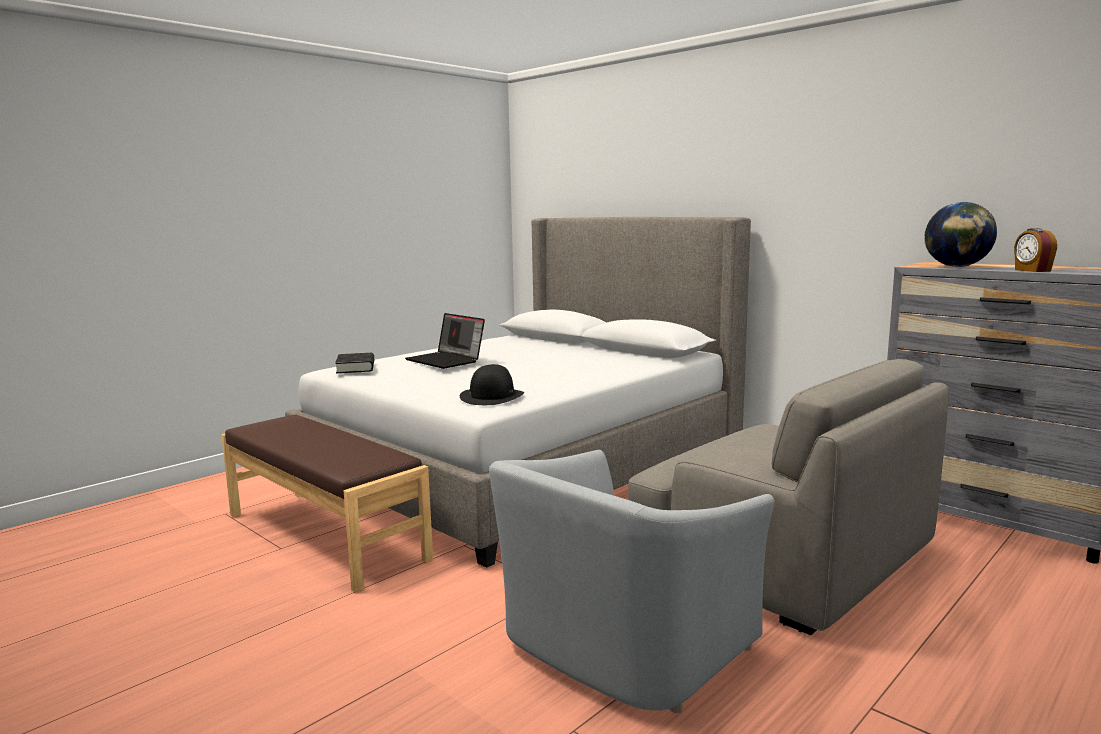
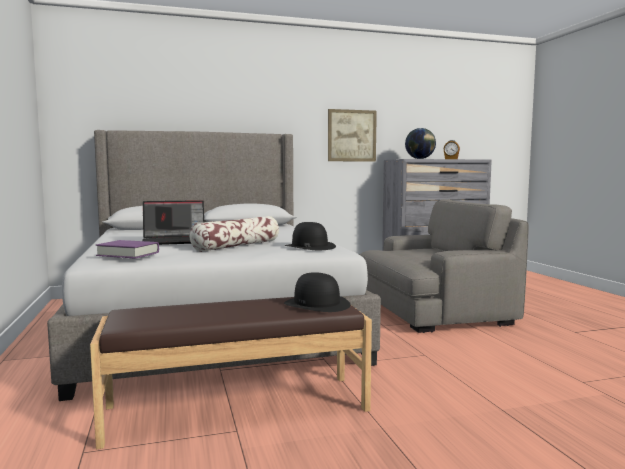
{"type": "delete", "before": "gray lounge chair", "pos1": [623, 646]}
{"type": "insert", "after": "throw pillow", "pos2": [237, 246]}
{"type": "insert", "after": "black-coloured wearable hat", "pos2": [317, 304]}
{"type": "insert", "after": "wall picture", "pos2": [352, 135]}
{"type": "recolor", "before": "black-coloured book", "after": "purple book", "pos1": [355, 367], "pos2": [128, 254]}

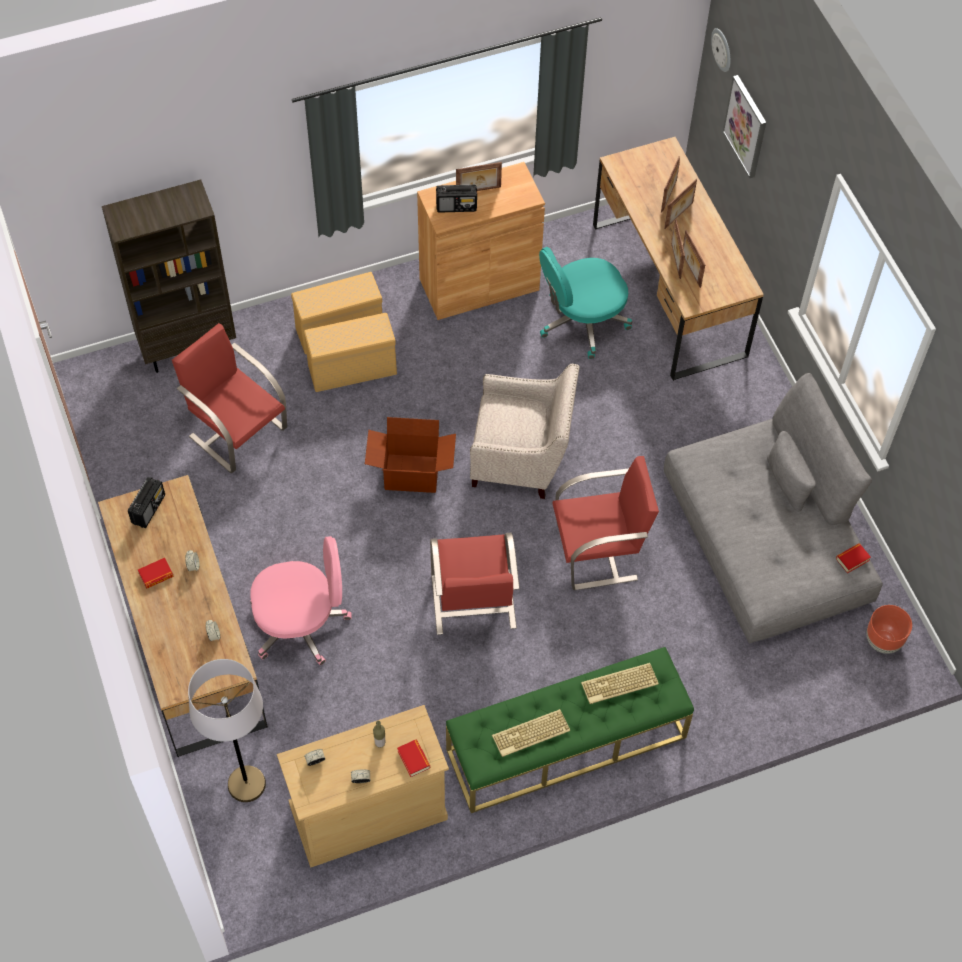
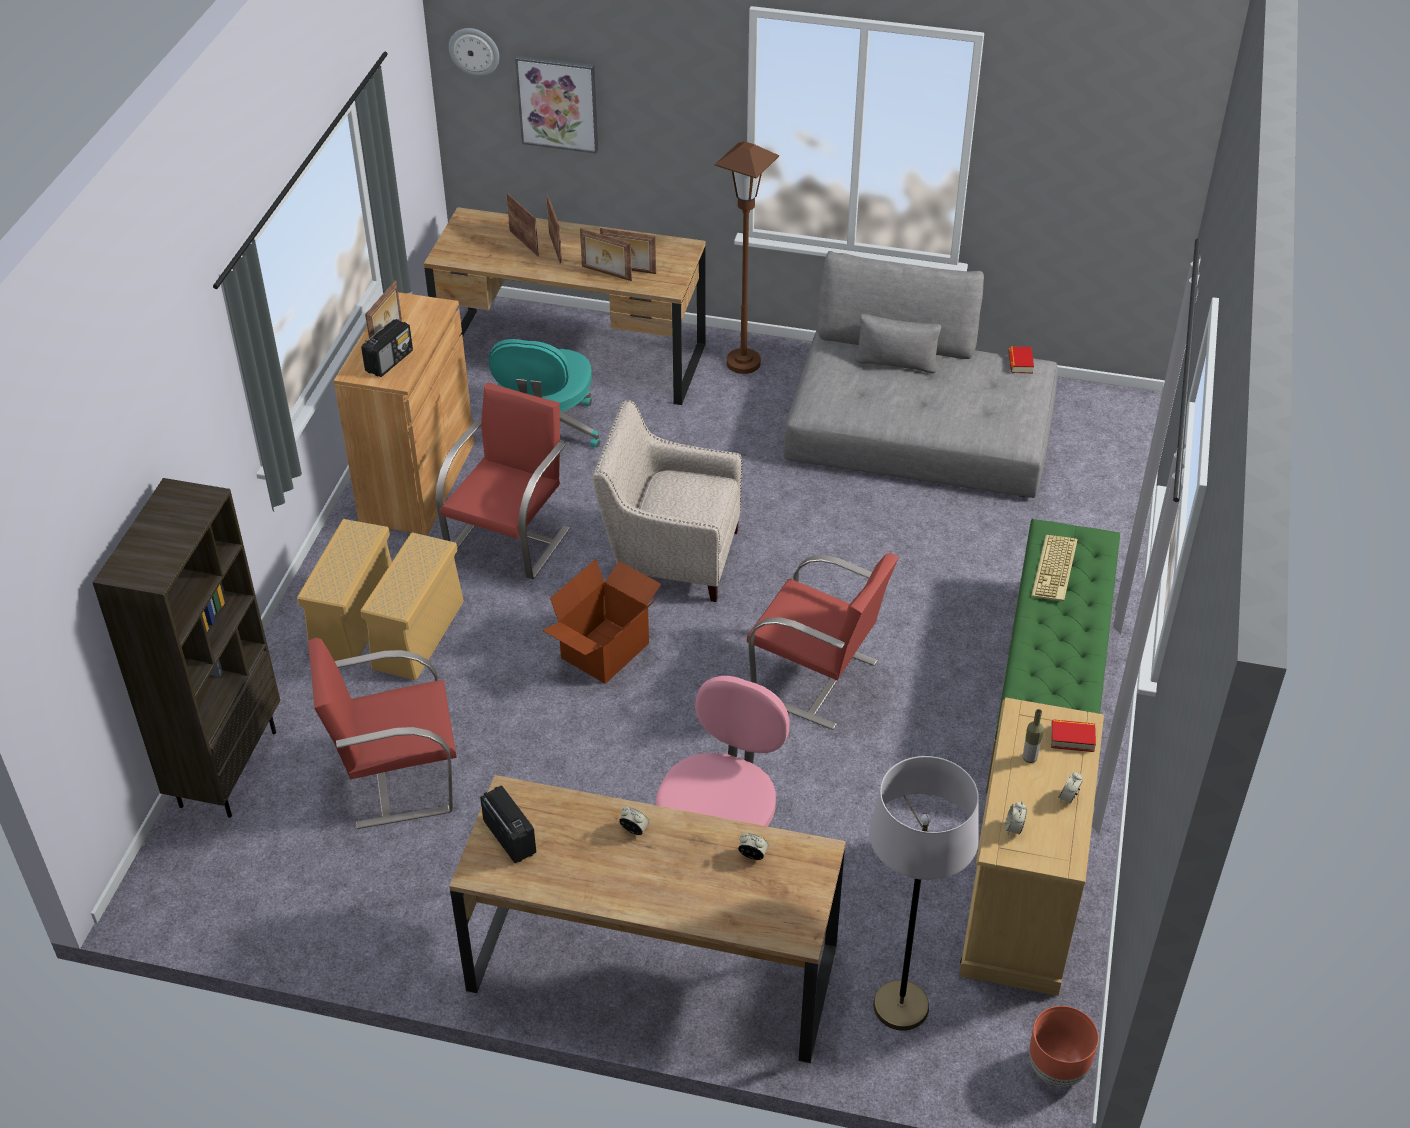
{"type": "delete", "before": "book", "pos1": [156, 575]}
{"type": "delete", "before": "computer keyboard", "pos1": [531, 734]}
{"type": "insert", "after": "brown-coloured standing lamp", "pos2": [743, 363]}
{"type": "move", "before": "reddish chair", "pos1": [599, 552], "pos2": [510, 540]}
{"type": "move", "before": "brown-coloured plant pot", "pos1": [883, 641], "pos2": [1057, 1068]}
{"type": "rotate", "before": "beige lounge chair", "pos1": [522, 459], "pos2": [670, 556], "turn": -120}

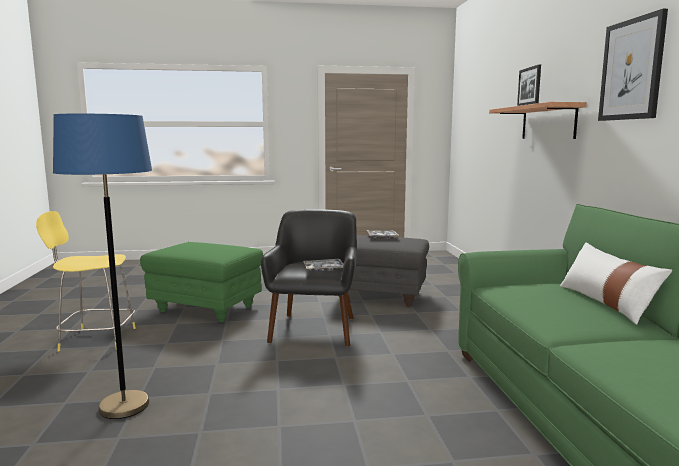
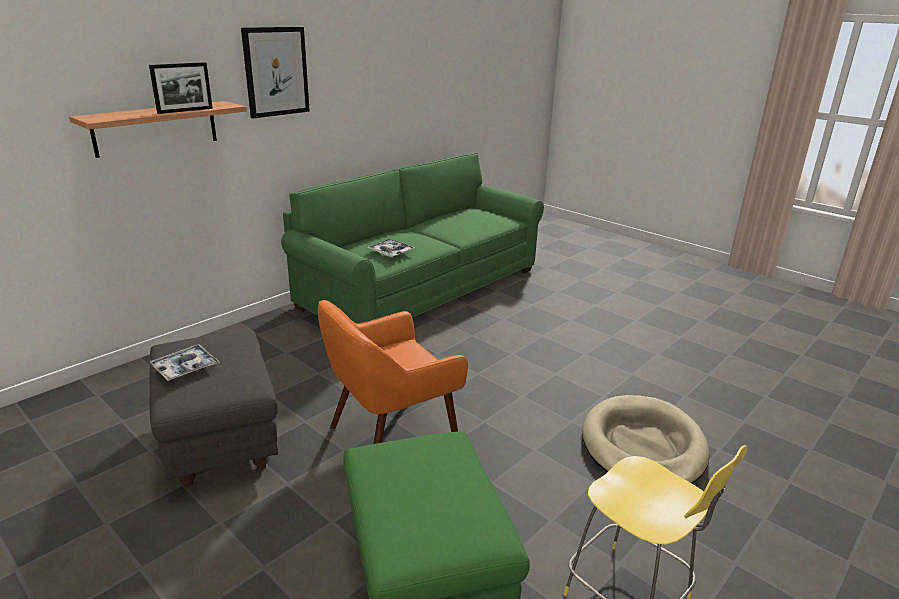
{"type": "delete", "before": "whitish throw pillow", "pos1": [606, 303]}
{"type": "move", "before": "tray", "pos1": [324, 269], "pos2": [390, 252]}
{"type": "replace", "before": "bluish standing lamp", "after": "beige pet bed", "pos1": [124, 406], "pos2": [643, 447]}
{"type": "recolor", "before": "black-coloured lounge chair", "after": "orange lounge chair", "pos1": [314, 329], "pos2": [391, 436]}

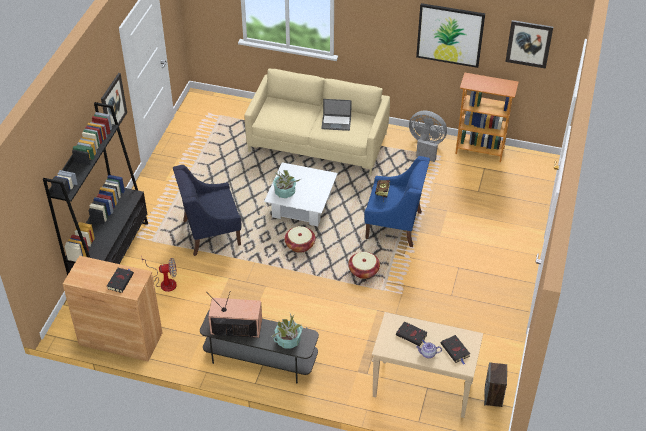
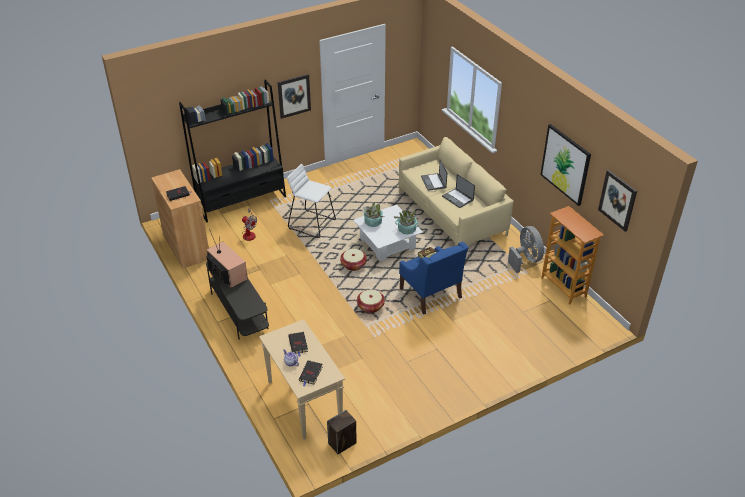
{"type": "insert", "after": "laptop", "pos2": [433, 182]}
{"type": "move", "before": "plant in a pot", "pos1": [288, 340], "pos2": [406, 229]}
{"type": "replace", "before": "bluish lounge chair", "after": "whitish stool", "pos1": [210, 232], "pos2": [312, 223]}

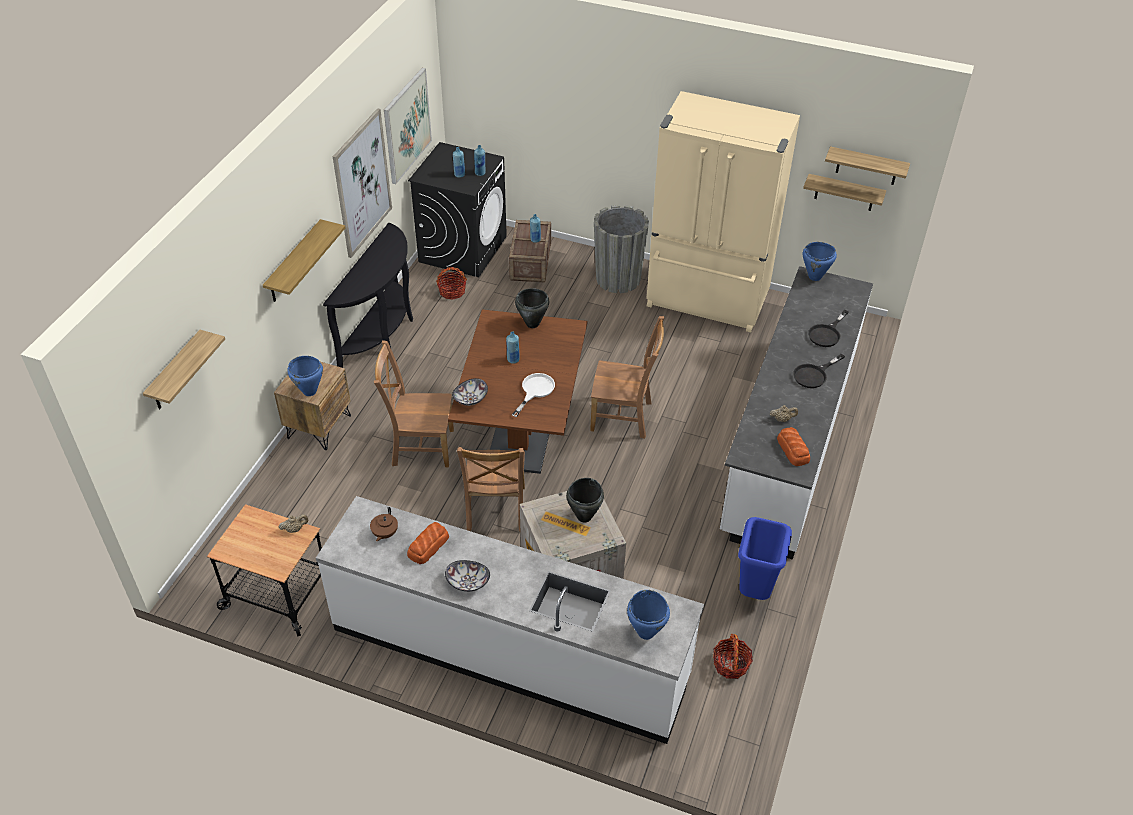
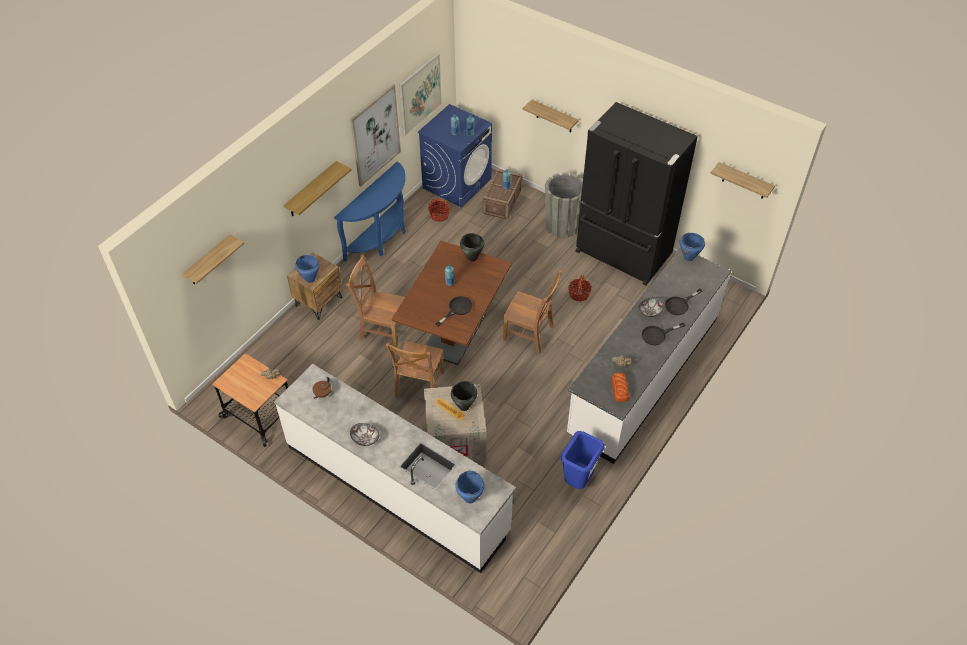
{"type": "delete", "before": "baked bread", "pos1": [427, 546]}
{"type": "move", "before": "bowl", "pos1": [470, 399], "pos2": [650, 312]}
{"type": "move", "before": "household basket", "pos1": [731, 664], "pos2": [579, 294]}
{"type": "move", "before": "bracket shelf", "pos1": [844, 193], "pos2": [554, 117]}
{"type": "recolor", "before": "black-coloured console table", "after": "bluish console table", "pos1": [383, 332], "pos2": [382, 238]}
{"type": "recolor", "before": "black-coloured laundry machine", "after": "bluish laundry machine", "pos1": [463, 249], "pos2": [457, 183]}
{"type": "recolor", "before": "whitish frying pan", "after": "black-coloured frying pan", "pos1": [535, 391], "pos2": [457, 309]}
{"type": "recolor", "before": "beige refrigerator", "after": "black-coloured refrigerator", "pos1": [707, 300], "pos2": [622, 254]}

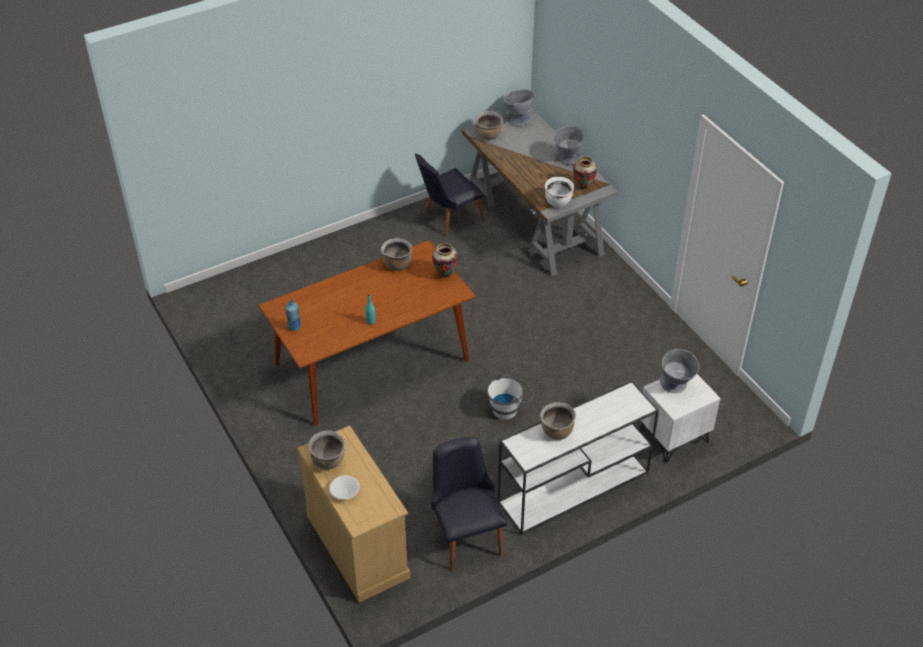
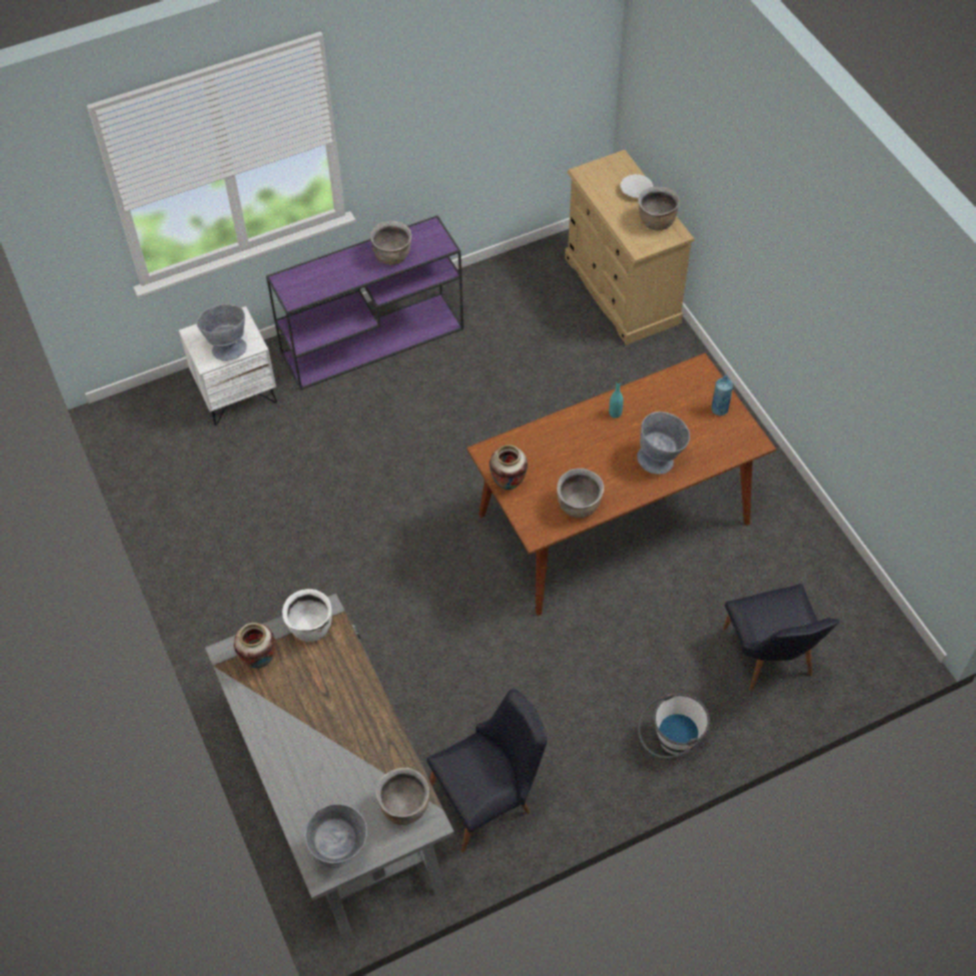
{"type": "move", "before": "black-coloured chair", "pos1": [466, 534], "pos2": [770, 660]}
{"type": "move", "before": "whitish pail", "pos1": [509, 408], "pos2": [670, 742]}
{"type": "move", "before": "gray bowl", "pos1": [567, 159], "pos2": [661, 459]}
{"type": "recolor", "before": "whitish console table", "after": "purple console table", "pos1": [572, 488], "pos2": [374, 340]}

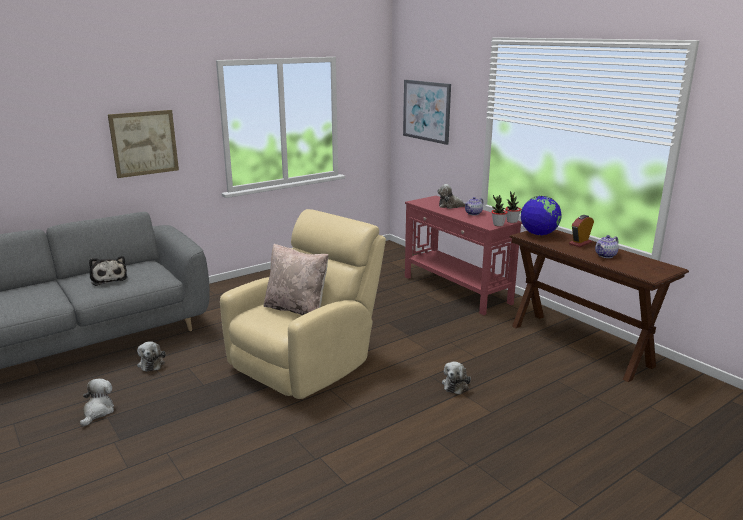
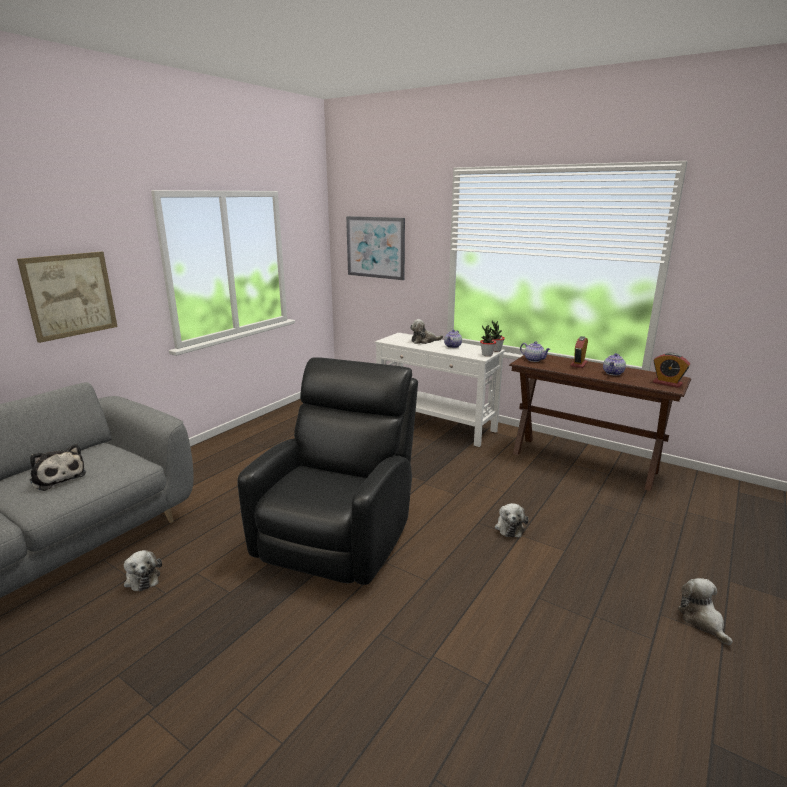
{"type": "delete", "before": "beige throw pillow", "pos1": [297, 309]}
{"type": "insert", "after": "alarm clock", "pos2": [667, 383]}
{"type": "move", "before": "soft toy", "pos1": [98, 412], "pos2": [702, 621]}
{"type": "replace", "before": "globe", "after": "tea pot", "pos1": [538, 234], "pos2": [534, 360]}
{"type": "recolor", "before": "beige lounge chair", "after": "black-coloured lounge chair", "pos1": [306, 363], "pos2": [339, 536]}
{"type": "recolor", "before": "reddish console table", "after": "whitish console table", "pos1": [456, 290], "pos2": [435, 425]}

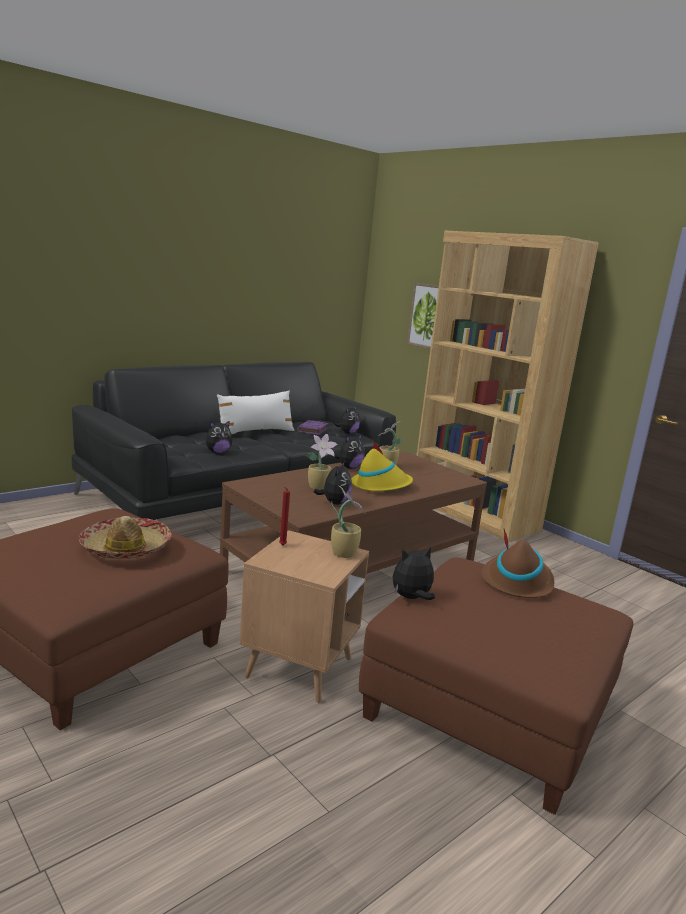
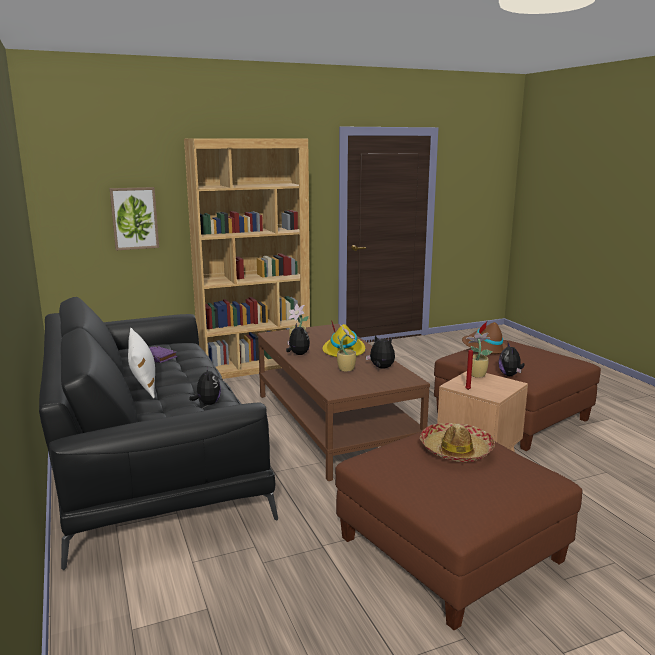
{"type": "delete", "before": "soft toy", "pos1": [347, 433]}

